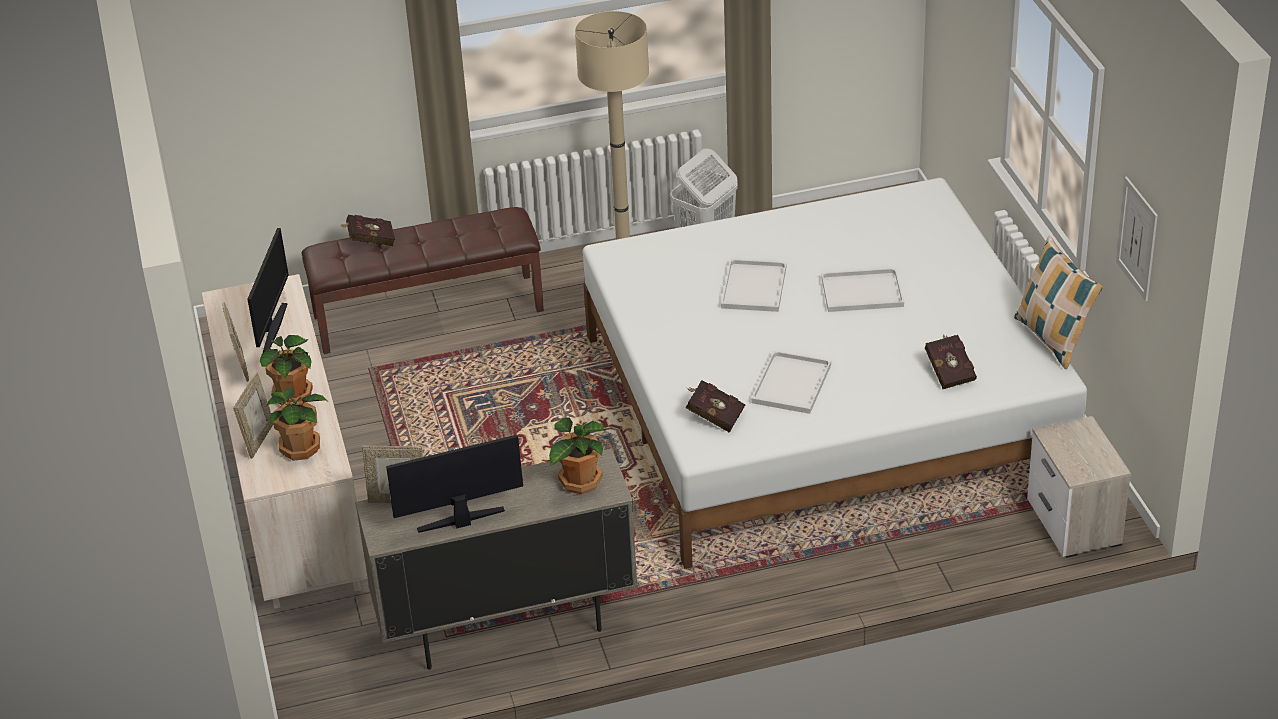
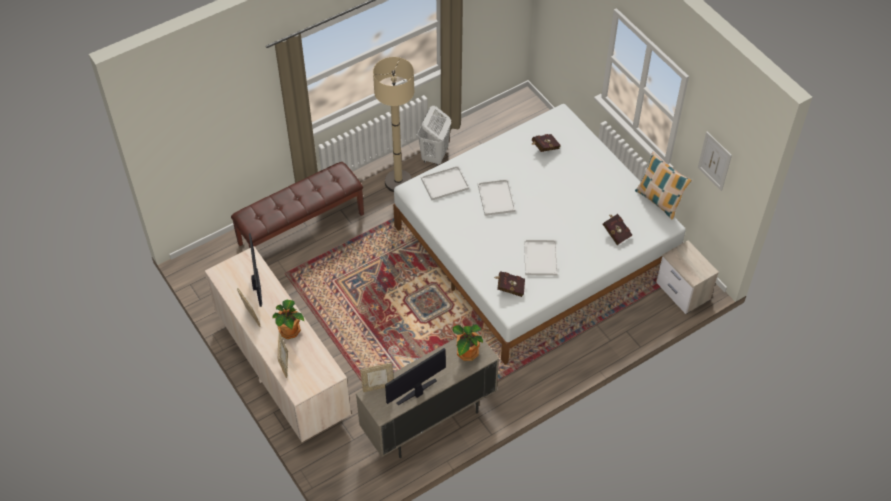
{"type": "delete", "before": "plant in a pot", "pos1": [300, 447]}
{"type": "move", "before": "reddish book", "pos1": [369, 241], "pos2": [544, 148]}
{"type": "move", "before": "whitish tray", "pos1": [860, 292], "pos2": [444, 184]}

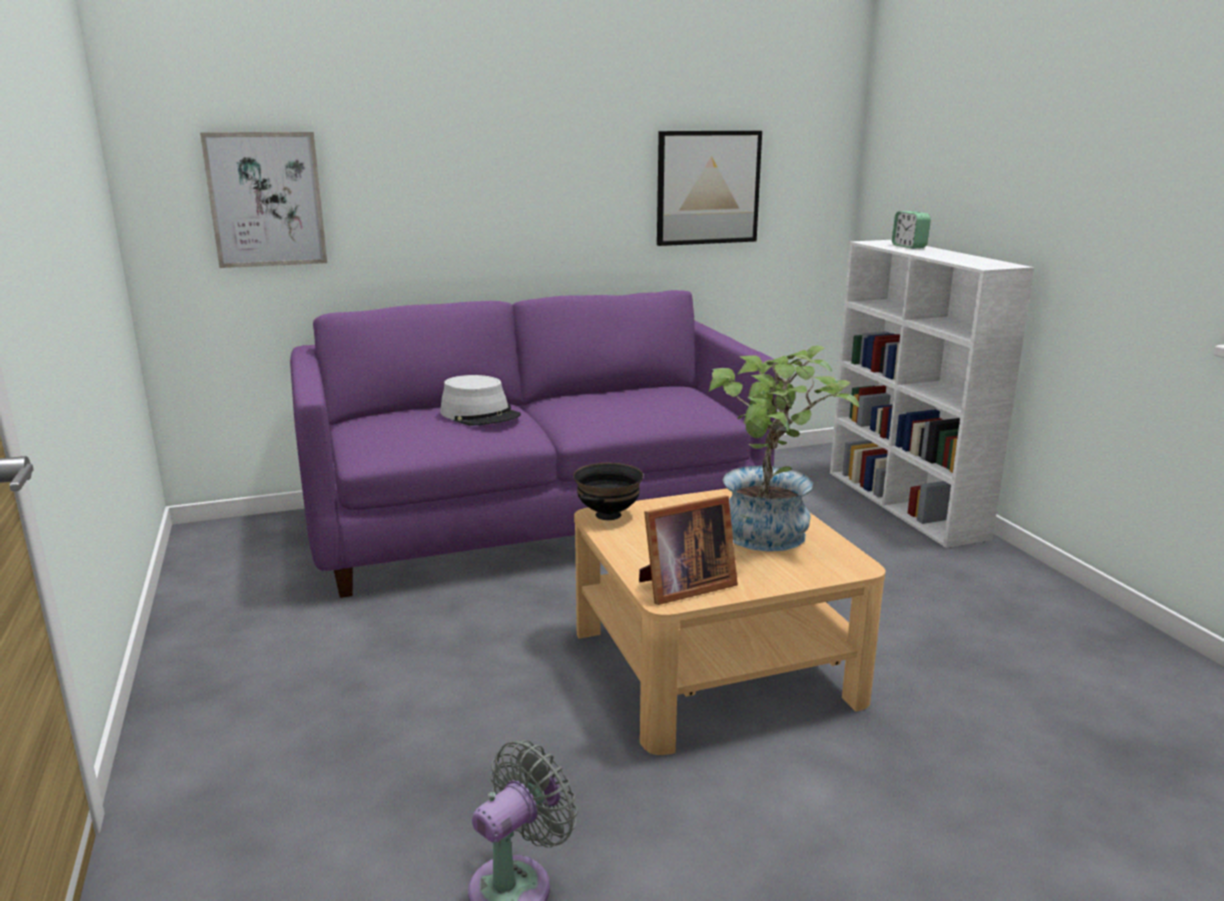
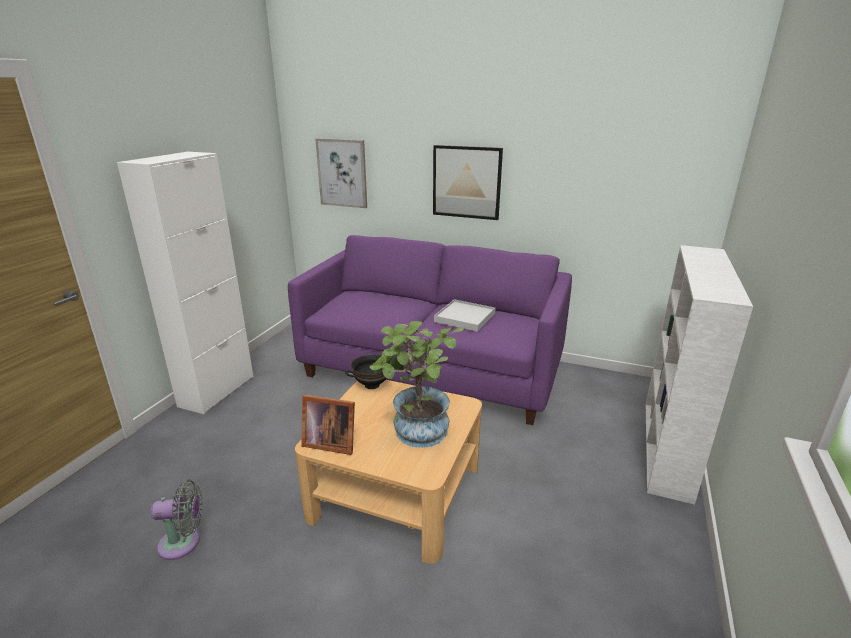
{"type": "delete", "before": "gray wearable hat", "pos1": [480, 414]}
{"type": "delete", "before": "alarm clock", "pos1": [909, 246]}
{"type": "insert", "after": "whitish cabinet", "pos2": [217, 391]}
{"type": "insert", "after": "whitish tray", "pos2": [465, 318]}
{"type": "move", "before": "wall picture", "pos1": [708, 188], "pos2": [466, 182]}

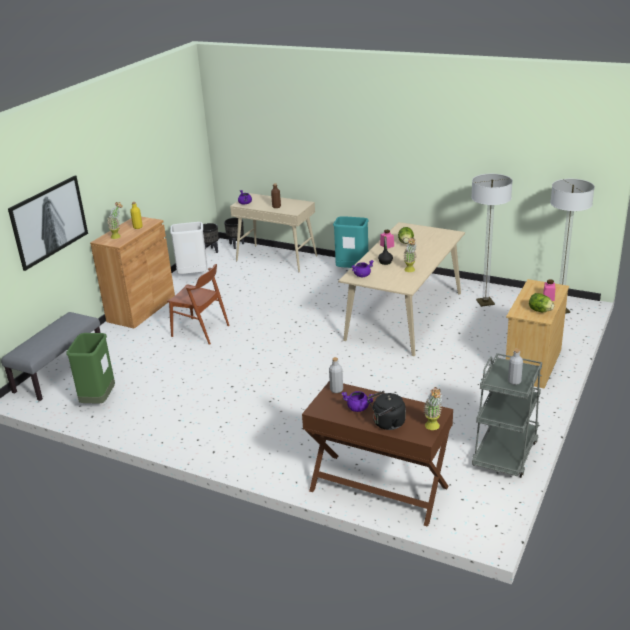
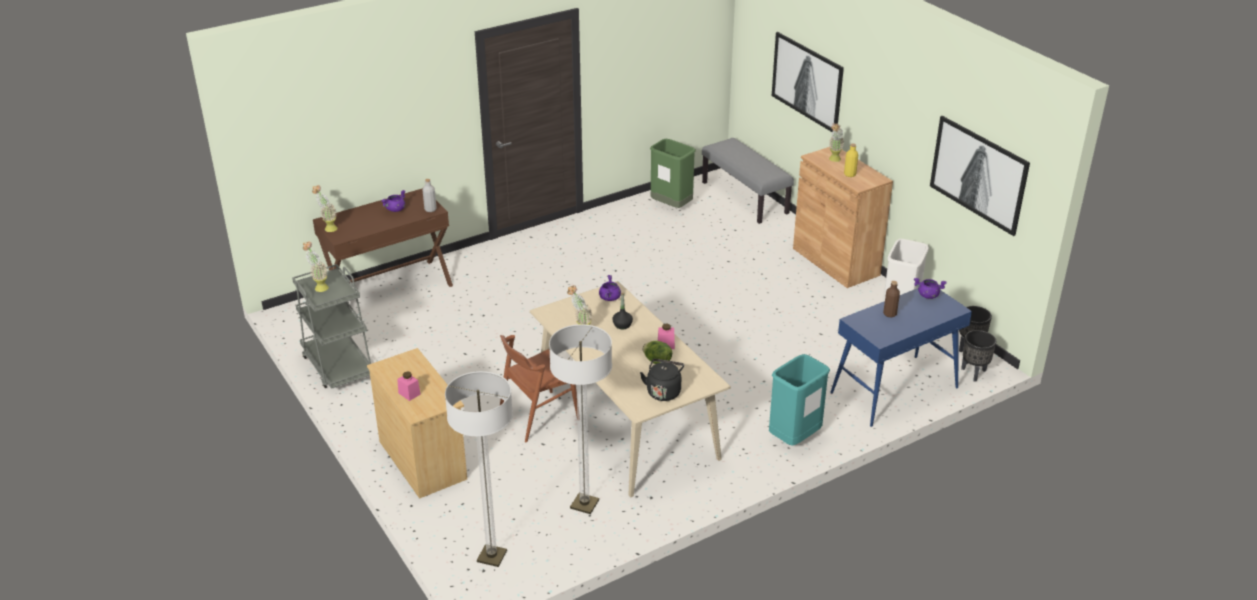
{"type": "delete", "before": "lettuce head", "pos1": [540, 311]}
{"type": "insert", "after": "wall picture", "pos2": [978, 174]}
{"type": "move", "before": "brown-coloured chair", "pos1": [200, 331], "pos2": [538, 416]}
{"type": "move", "before": "black-coloured kettle", "pos1": [387, 423], "pos2": [663, 391]}
{"type": "replace", "before": "gray beverage bottle", "after": "plant in a pot", "pos1": [514, 381], "pos2": [318, 287]}
{"type": "recolor", "before": "beige console table", "after": "bluish console table", "pos1": [277, 258], "pos2": [894, 391]}

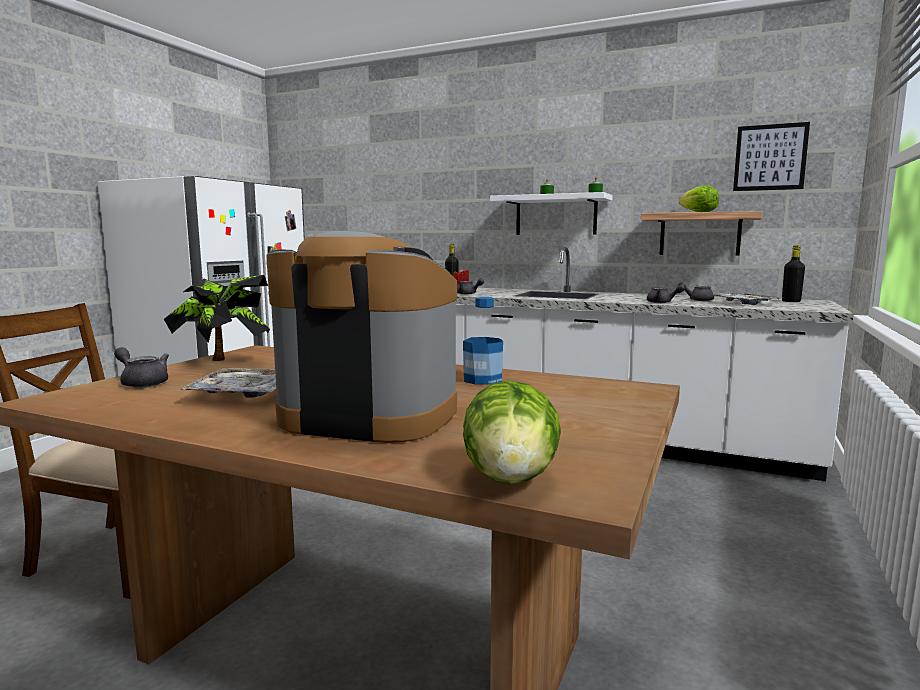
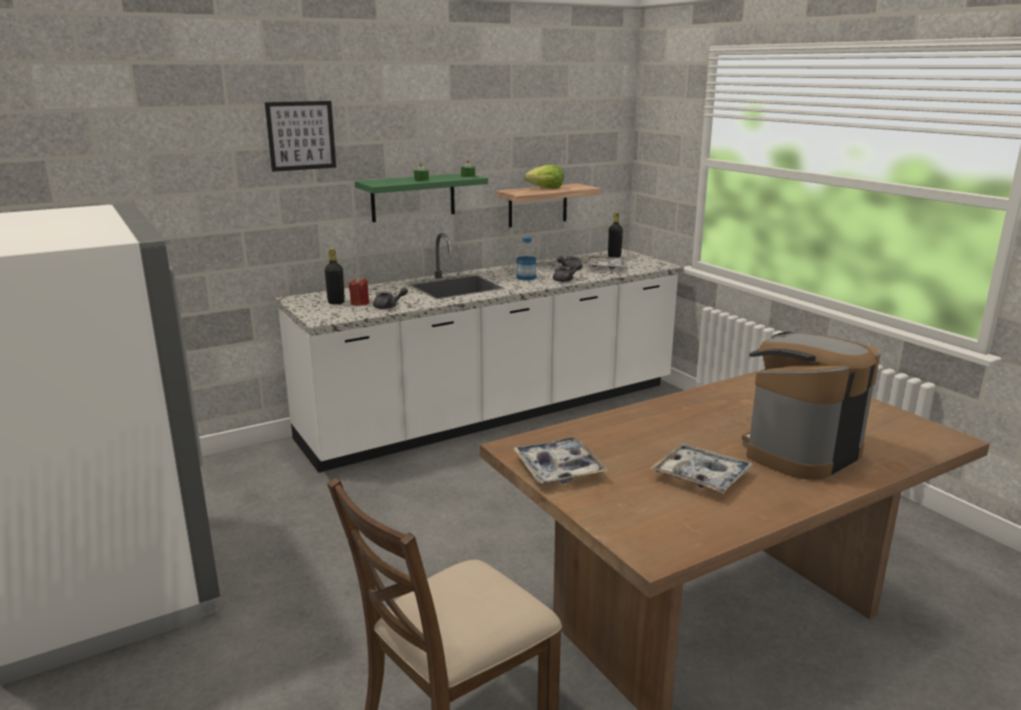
{"type": "delete", "before": "gray tea pot", "pos1": [142, 383]}
{"type": "delete", "before": "lettuce head", "pos1": [511, 478]}
{"type": "move", "before": "beverage bottle", "pos1": [482, 380], "pos2": [526, 278]}
{"type": "move", "before": "wall picture", "pos1": [770, 157], "pos2": [301, 135]}
{"type": "replace", "before": "plant in a pot", "after": "tray", "pos1": [223, 361], "pos2": [558, 469]}
{"type": "recolor", "before": "whitish bracket shelf", "after": "green bracket shelf", "pos1": [556, 215], "pos2": [413, 197]}

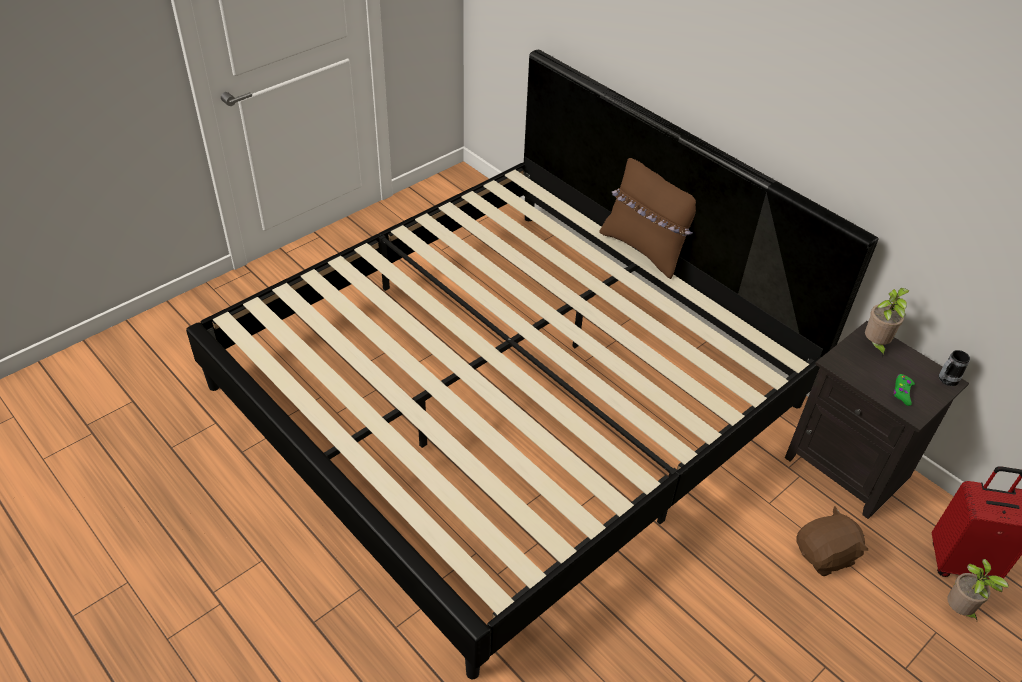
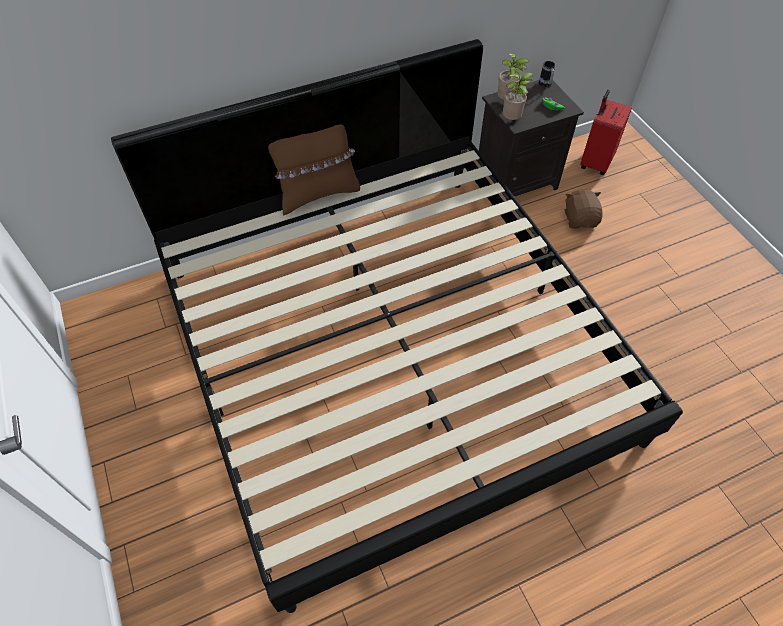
{"type": "move", "before": "plant in a pot", "pos1": [959, 611], "pos2": [512, 120]}

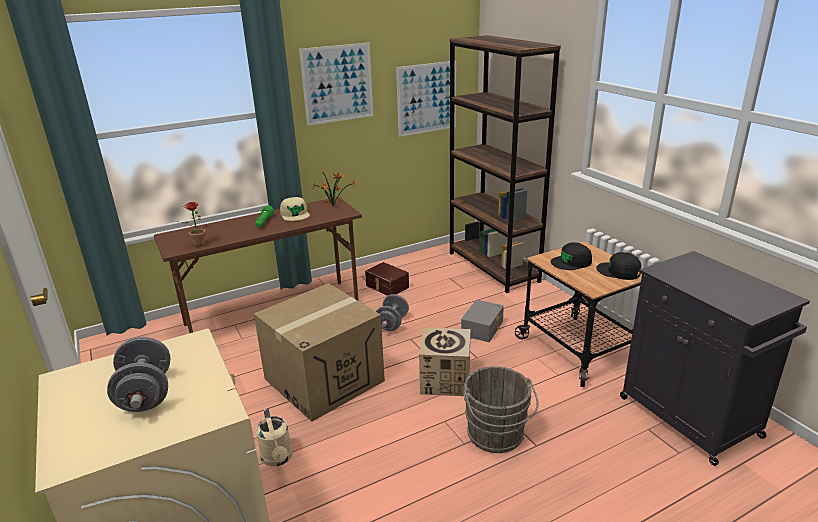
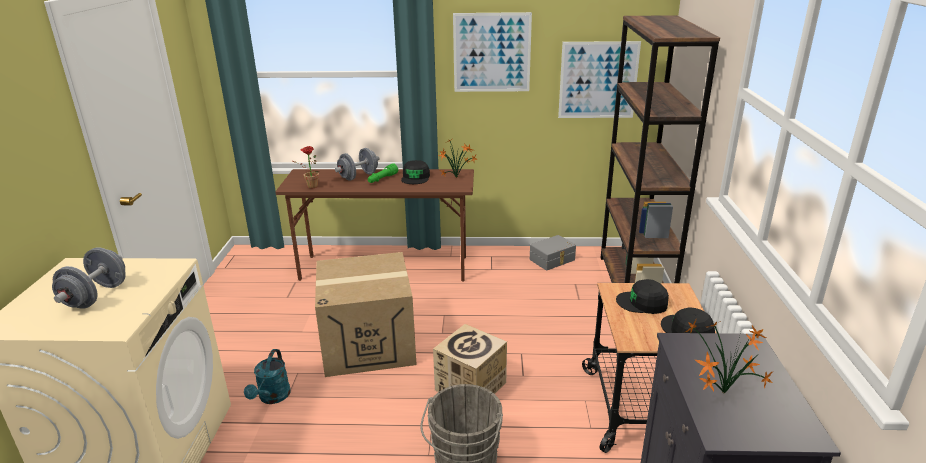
{"type": "delete", "before": "brown-coloured storage bin", "pos1": [386, 287]}
{"type": "insert", "after": "plant in a pot", "pos2": [721, 394]}
{"type": "move", "before": "gray free weight", "pos1": [392, 323], "pos2": [358, 176]}
{"type": "move", "before": "gray storage bin", "pos1": [483, 328], "pos2": [553, 260]}
{"type": "recolor", "before": "beige watering pot", "after": "turquoise watering pot", "pos1": [278, 459], "pos2": [272, 398]}
{"type": "recolor", "before": "beige baseball cap", "after": "black-coloured baseball cap", "pos1": [295, 214], "pos2": [415, 177]}

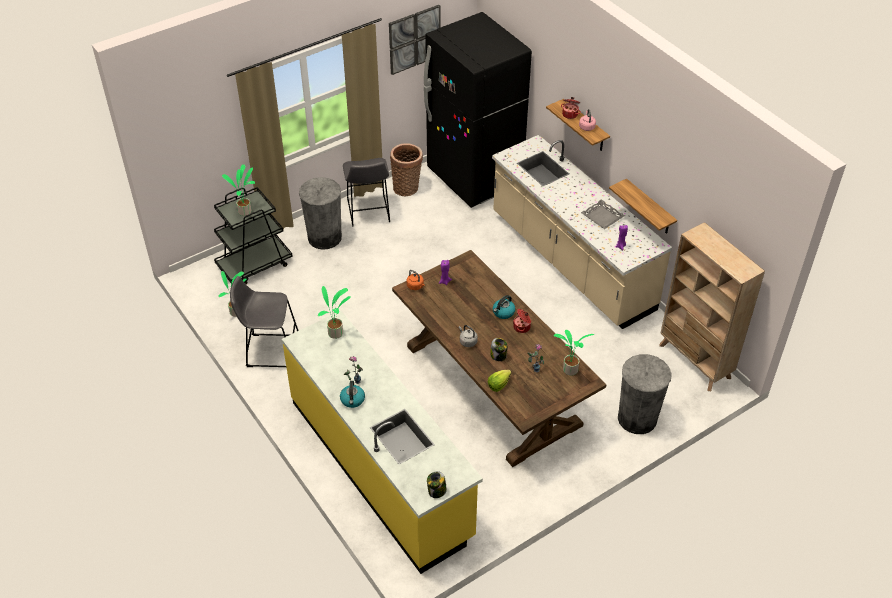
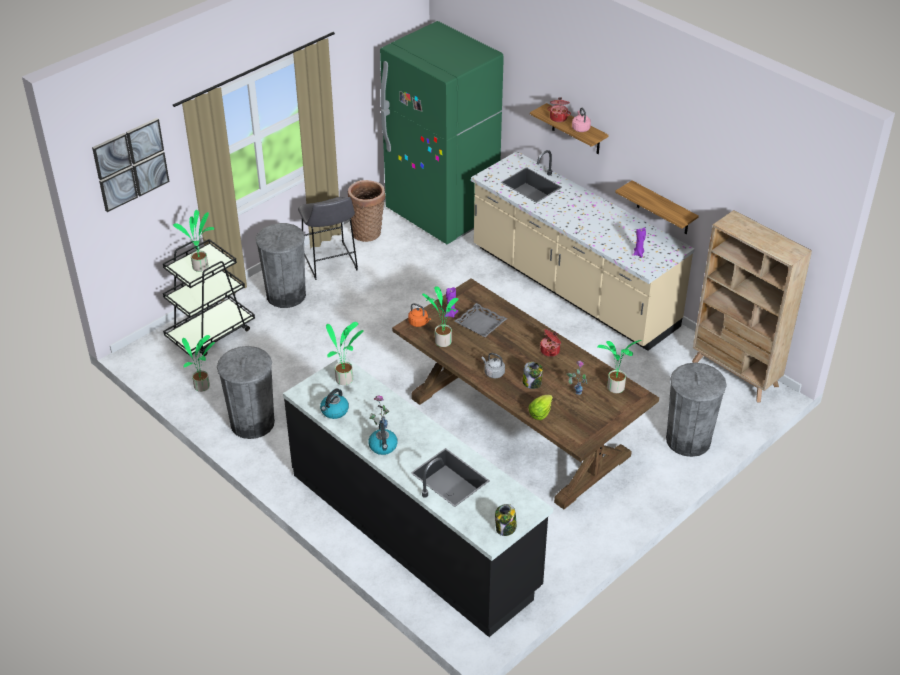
{"type": "insert", "after": "plant in a pot", "pos2": [442, 341]}
{"type": "move", "before": "wall picture", "pos1": [414, 39], "pos2": [131, 164]}
{"type": "move", "before": "kettle", "pos1": [503, 312], "pos2": [334, 411]}
{"type": "move", "before": "gray tray", "pos1": [602, 217], "pos2": [480, 323]}
{"type": "replace", "before": "gray stool", "after": "gray waste bin", "pos1": [270, 350], "pos2": [252, 423]}
{"type": "recolor", "before": "yellow-coloured counter", "after": "black-coloured counter", "pos1": [381, 467], "pos2": [414, 530]}
{"type": "recolor", "before": "black-coloured refrigerator", "after": "green refrigerator", "pos1": [474, 178], "pos2": [442, 214]}

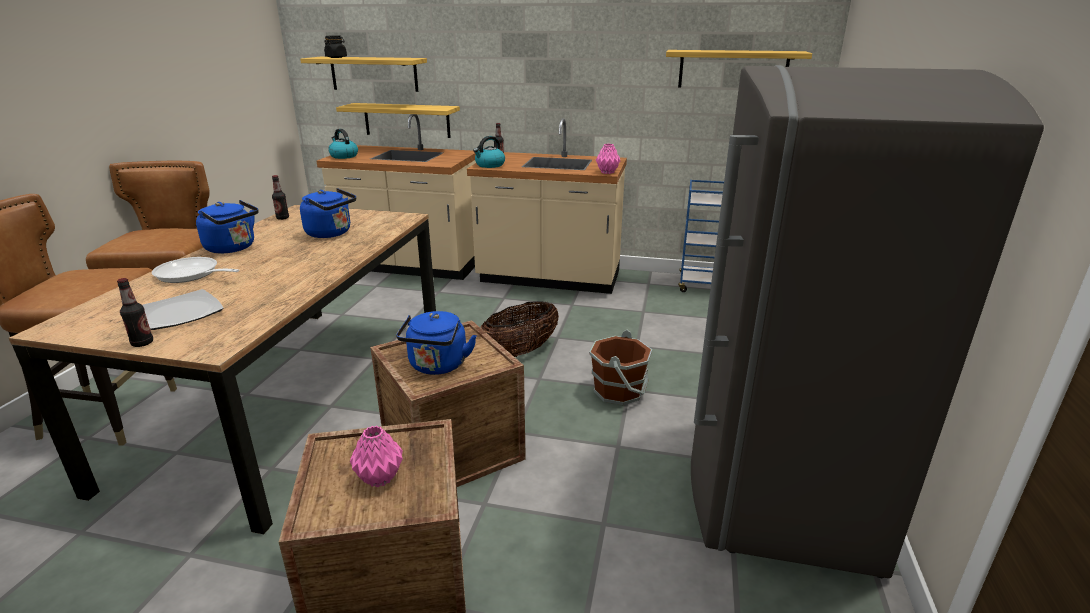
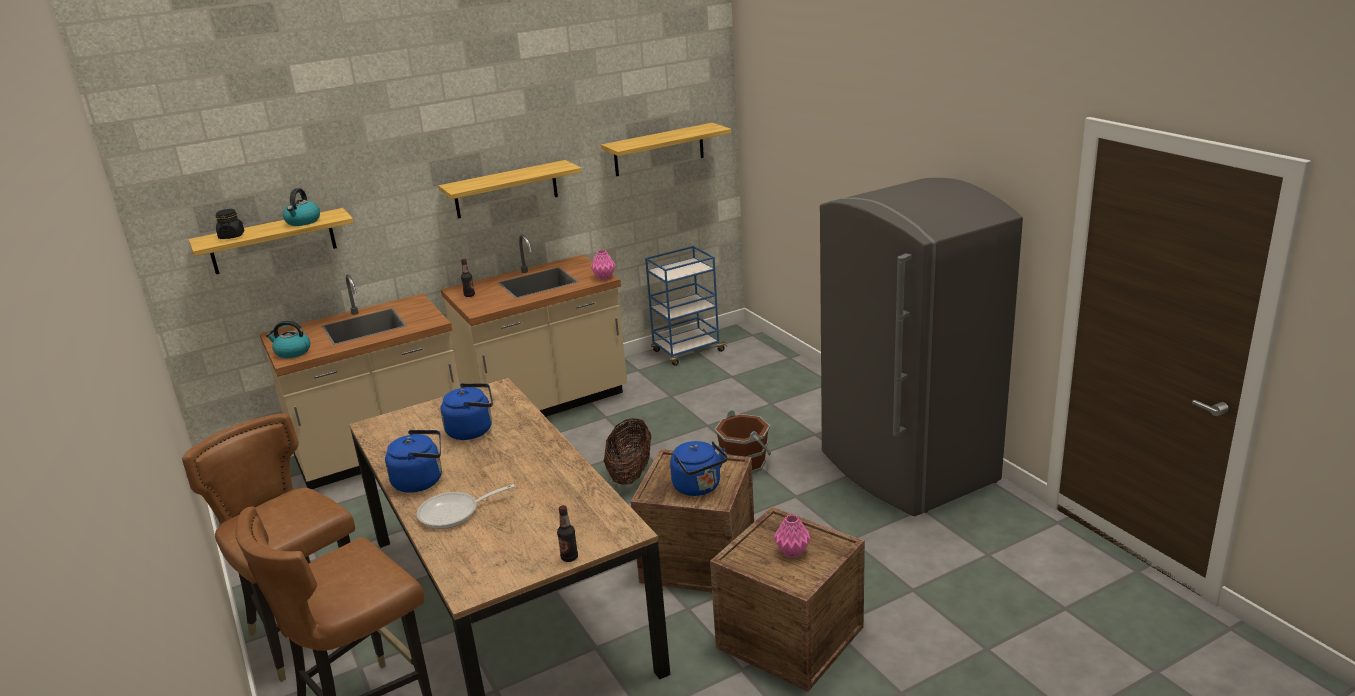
{"type": "delete", "before": "flat dish", "pos1": [180, 313]}
{"type": "delete", "before": "beverage bottle", "pos1": [282, 218]}
{"type": "move", "before": "bracket shelf", "pos1": [407, 120], "pos2": [506, 189]}
{"type": "move", "before": "kettle", "pos1": [489, 165], "pos2": [303, 222]}

